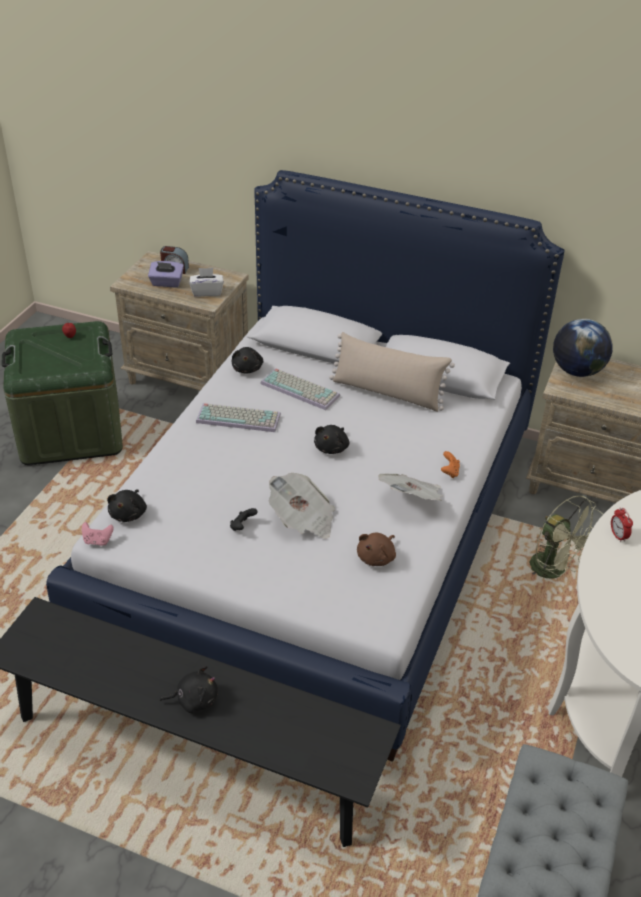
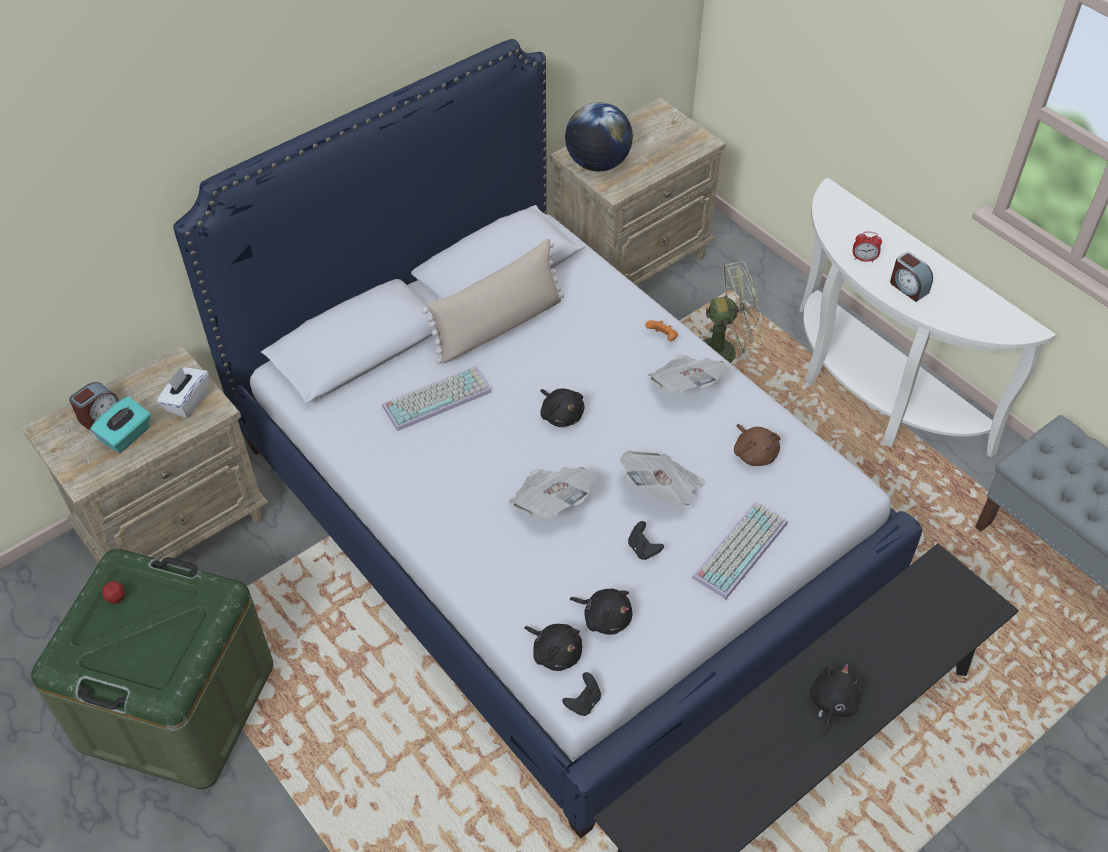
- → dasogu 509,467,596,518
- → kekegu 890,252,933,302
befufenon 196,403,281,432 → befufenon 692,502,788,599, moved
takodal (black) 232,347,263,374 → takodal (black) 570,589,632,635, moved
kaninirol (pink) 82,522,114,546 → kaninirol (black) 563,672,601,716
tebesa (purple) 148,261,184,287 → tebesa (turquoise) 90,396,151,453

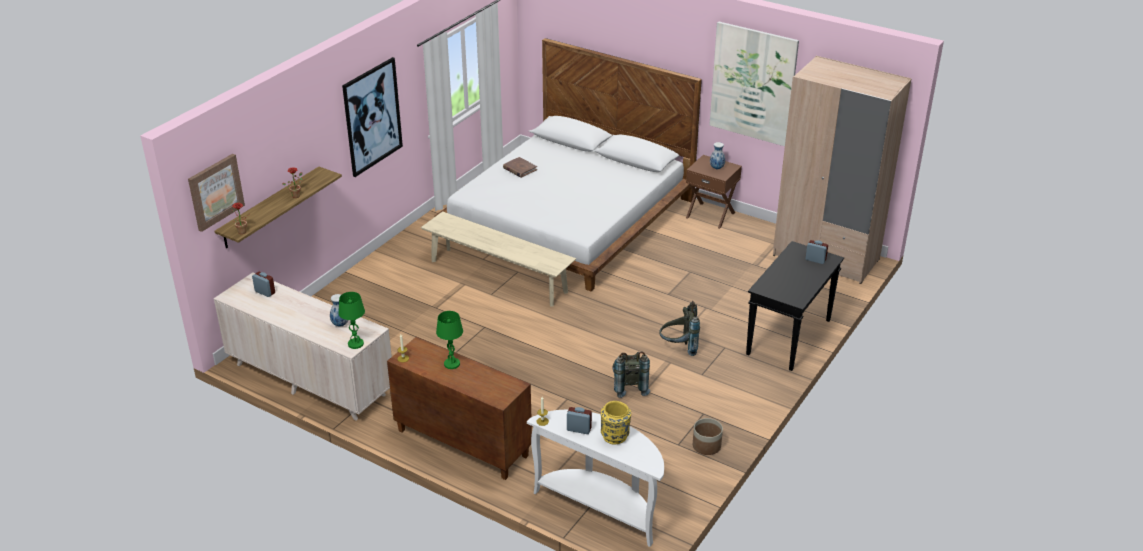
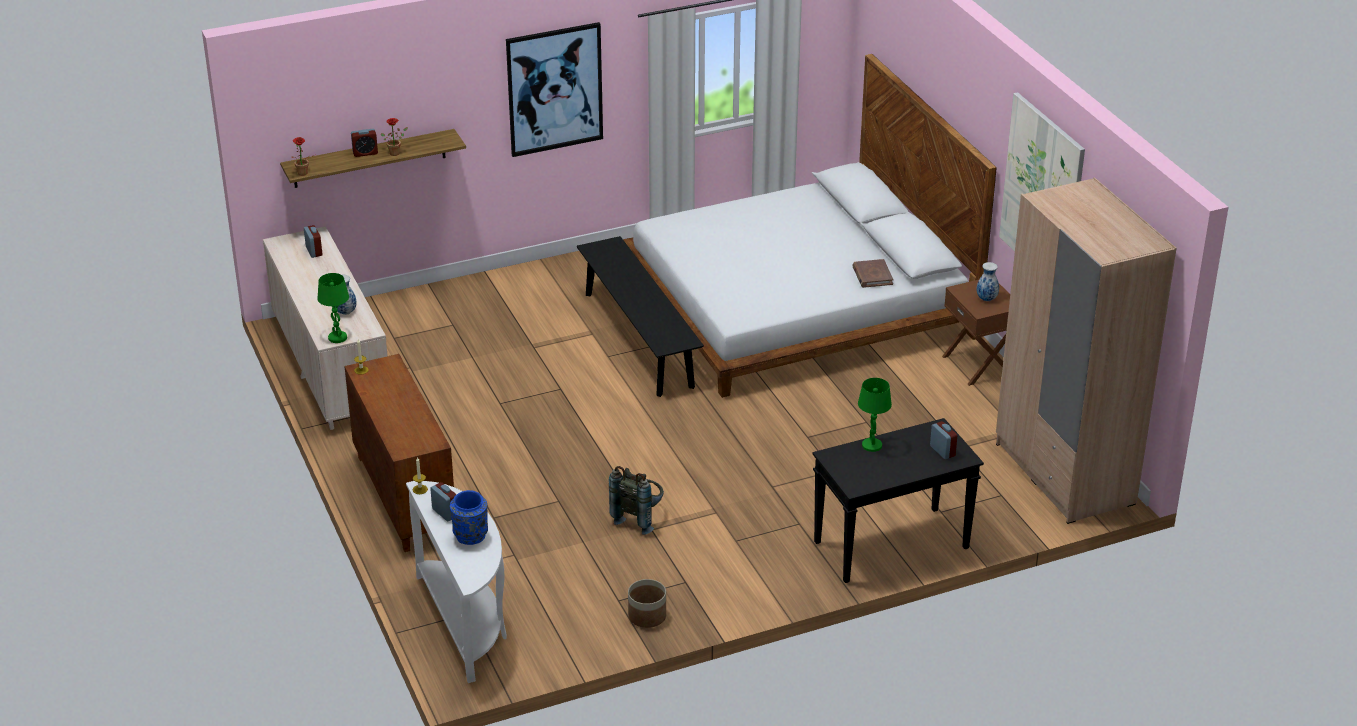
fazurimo 188,154,245,232 → -
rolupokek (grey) 659,301,700,356 → -
- → kekegu 351,129,378,157
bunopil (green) 436,311,463,369 → bunopil (green) 858,378,892,452, moved
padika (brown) 503,157,537,178 → padika (brown) 852,259,893,288, moved
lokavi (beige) 421,211,576,307 → lokavi (black) 577,236,704,397
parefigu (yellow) 601,401,631,445 → parefigu (blue) 450,490,488,545

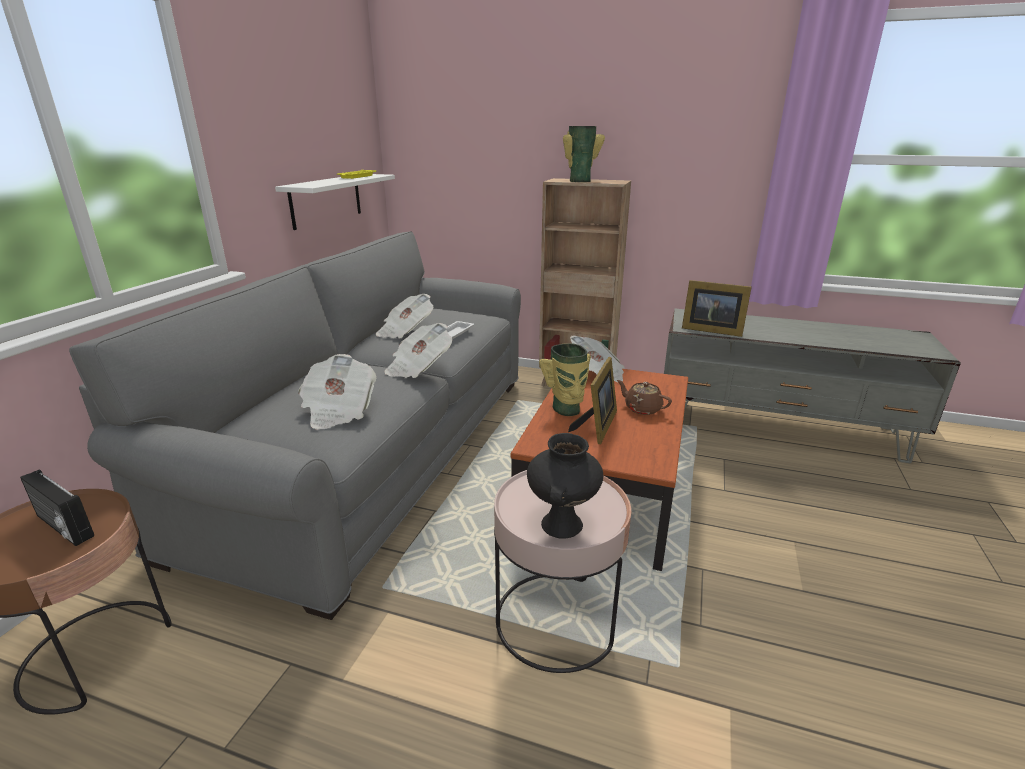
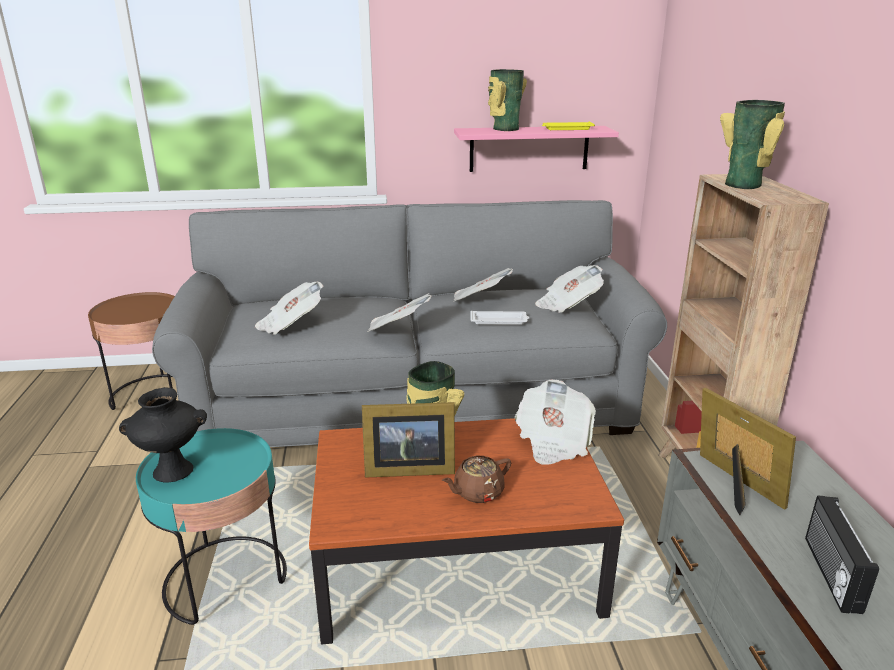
- → parefigu 488,69,527,131
- → dasogu 535,265,604,313
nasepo 20,469,94,546 → nasepo 805,495,879,614, moved
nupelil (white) 275,174,395,230 → nupelil (pink) 454,126,619,172
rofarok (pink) 494,470,631,673 → rofarok (turquoise) 136,428,287,625
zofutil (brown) 617,380,672,415 → zofutil (brown) 442,456,511,503, 135 degrees counterclockwise
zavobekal 682,280,752,337 → zavobekal 700,388,796,515, 150 degrees clockwise

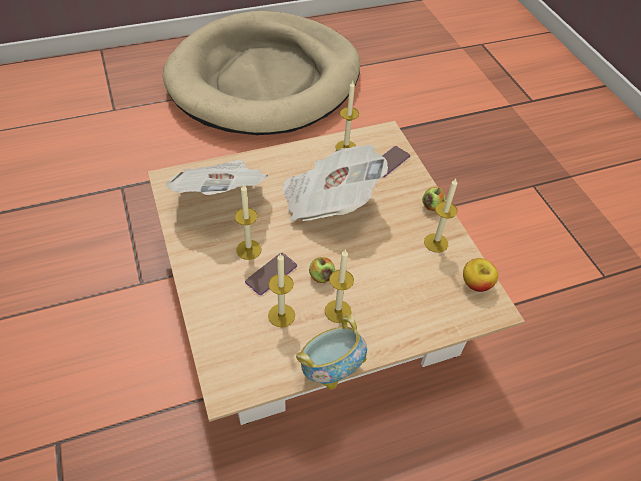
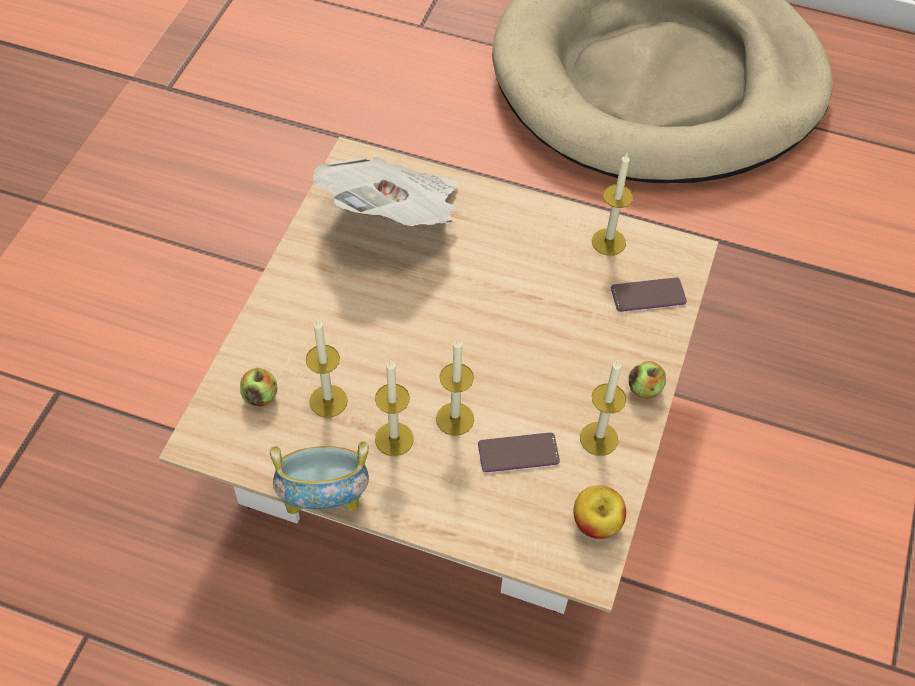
dasogu 283,145,388,221 → -
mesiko 235,184,261,260 → mesiko 436,339,474,436, moved
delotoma 245,253,297,295 → delotoma 478,433,560,472, moved
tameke 309,257,335,283 → tameke 240,368,277,407, moved

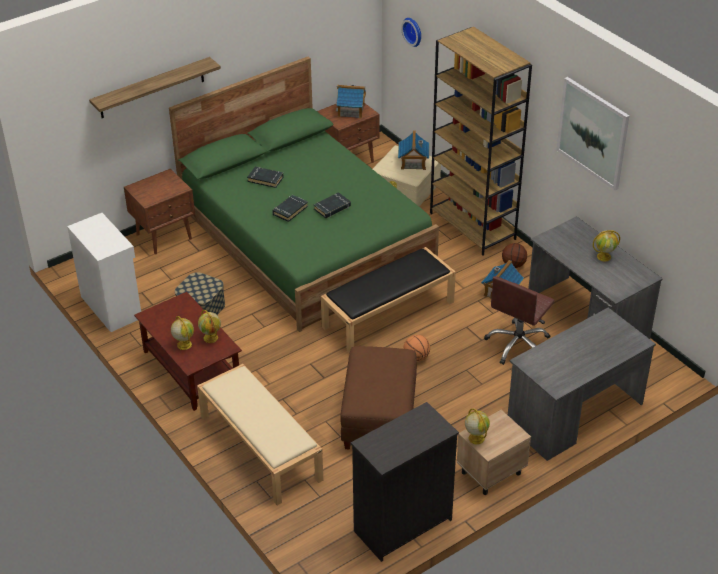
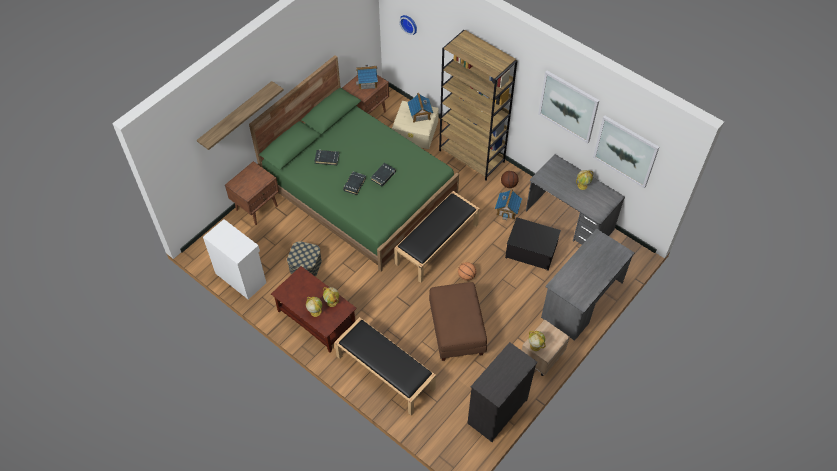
- → fazurimo 593,116,659,188
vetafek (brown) 484,276,555,365 → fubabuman 505,218,561,271
lokavi (beige) 197,364,323,505 → lokavi (black) 334,317,436,416

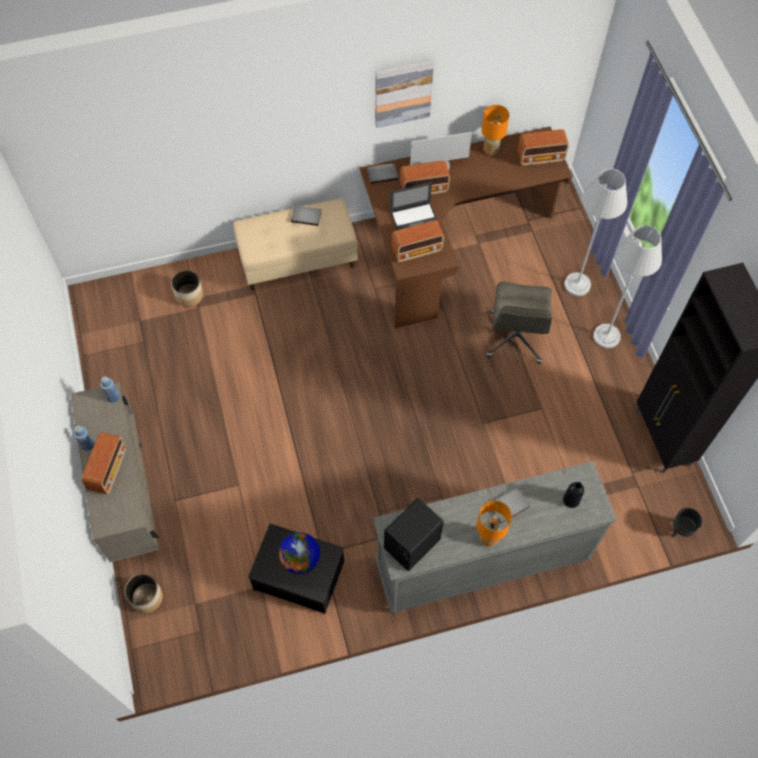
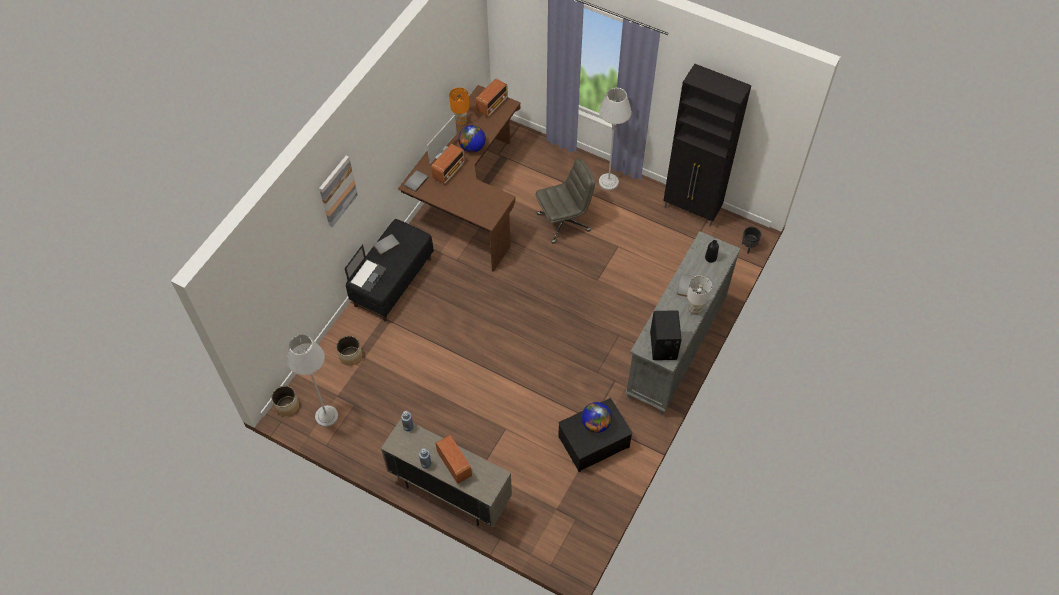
nasepo 392,220,444,262 → -
- → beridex 458,125,486,153
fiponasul 125,574,163,613 → fiponasul 271,386,299,416, moved
fazurimo 375,60,434,128 → fazurimo 319,155,358,227, moved
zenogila 390,182,437,230 → zenogila 344,244,387,293, moved
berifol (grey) 564,168,627,296 → berifol (grey) 287,335,338,427, moved
lokavi (beige) 233,198,358,291 → lokavi (black) 346,219,434,321
bunopil (orange) 477,500,512,547 → bunopil (white) 687,276,712,315
vetafek (grey) 486,282,552,364 → vetafek (grey) 536,158,595,244, 75 degrees counterclockwise

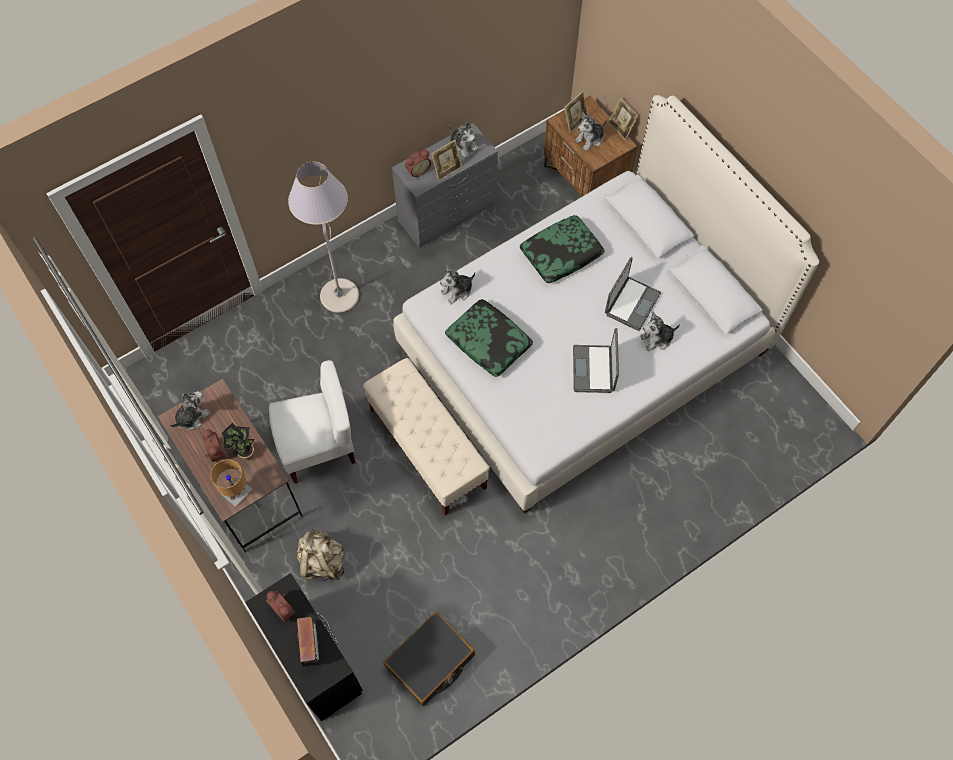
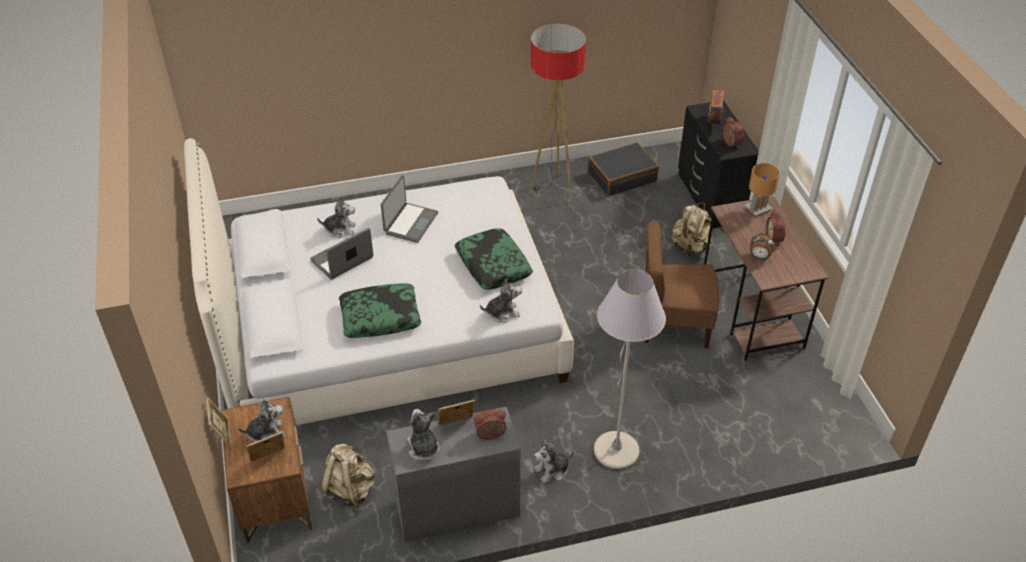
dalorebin 221,422,255,461 → -
lokavi (beige) 363,358,490,515 → -
- → rolupokek (beige) 321,444,375,508
- → berifol 529,24,586,202
- → kekegu 750,233,775,260
takodal 170,391,210,430 → takodal 534,438,574,483, moved
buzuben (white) 269,360,356,484 → buzuben (brown) 645,222,719,349

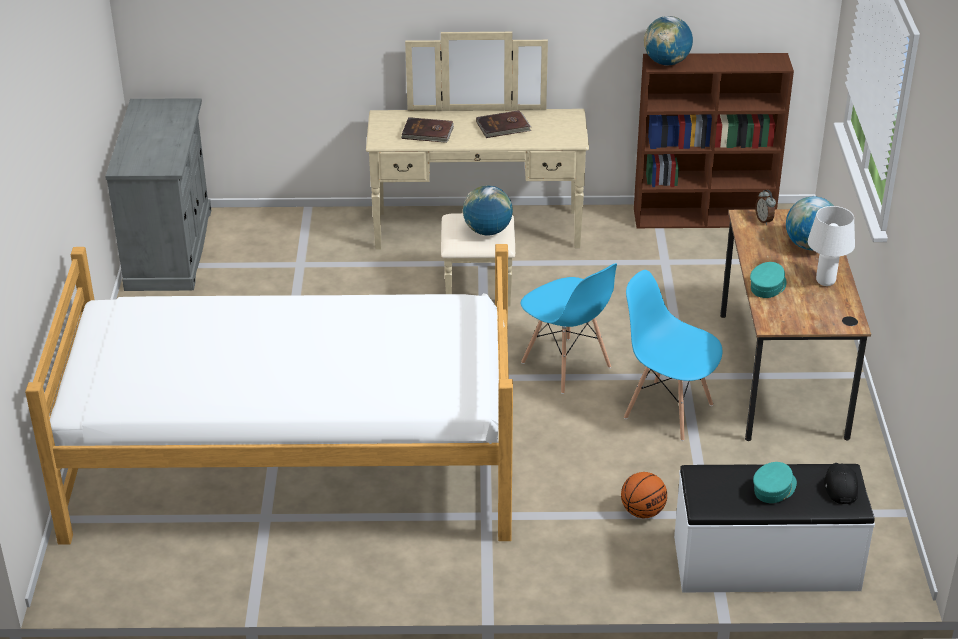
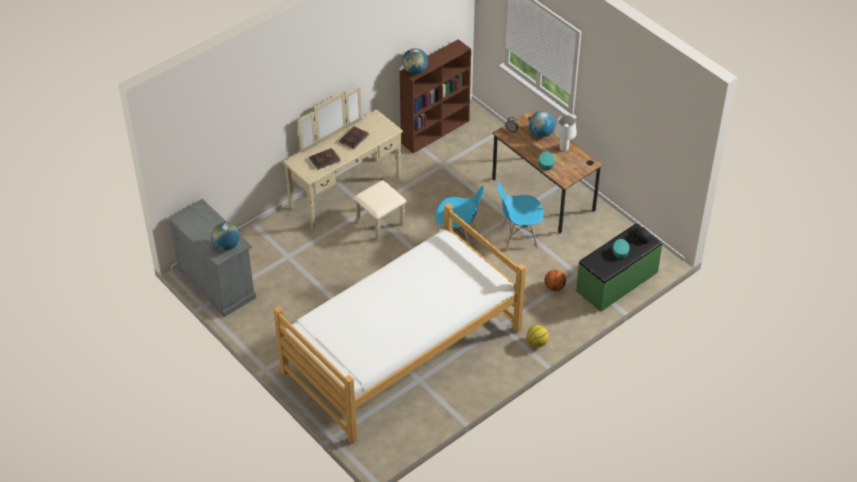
- → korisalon 526,325,549,347
beridex 463,185,513,236 → beridex 211,222,240,251, moved
lokavi (white) 674,464,875,593 → lokavi (green) 576,223,663,311

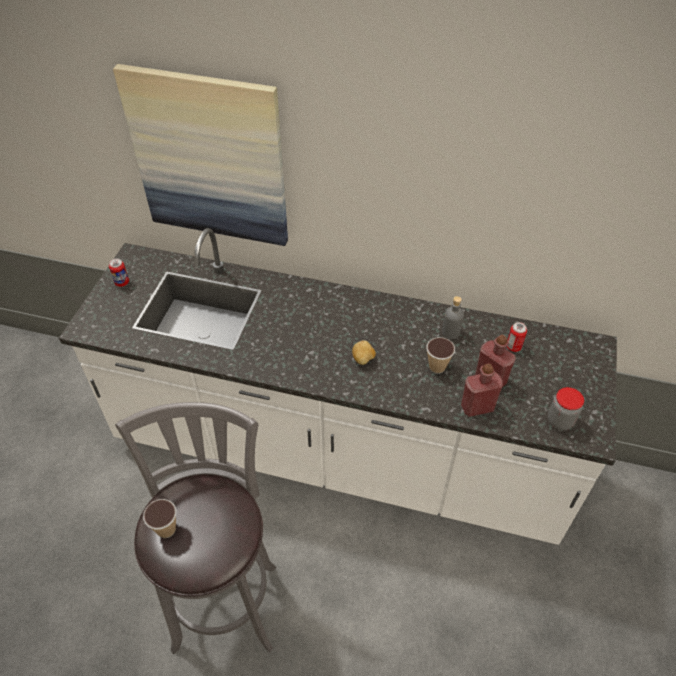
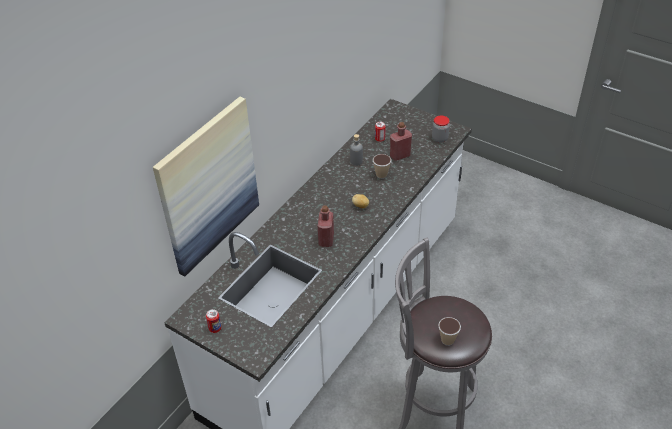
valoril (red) 461,364,503,417 → valoril (red) 318,206,334,247, moved

